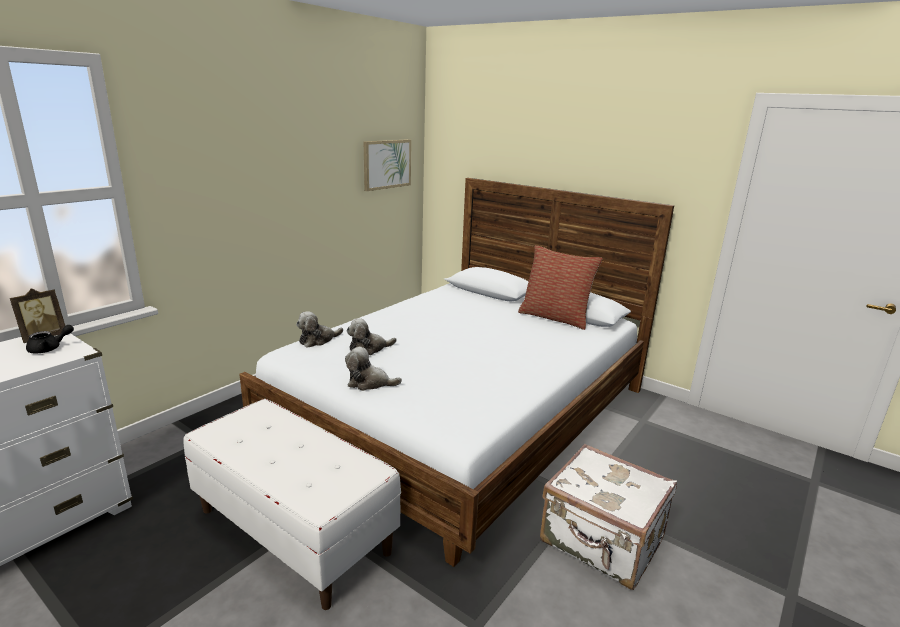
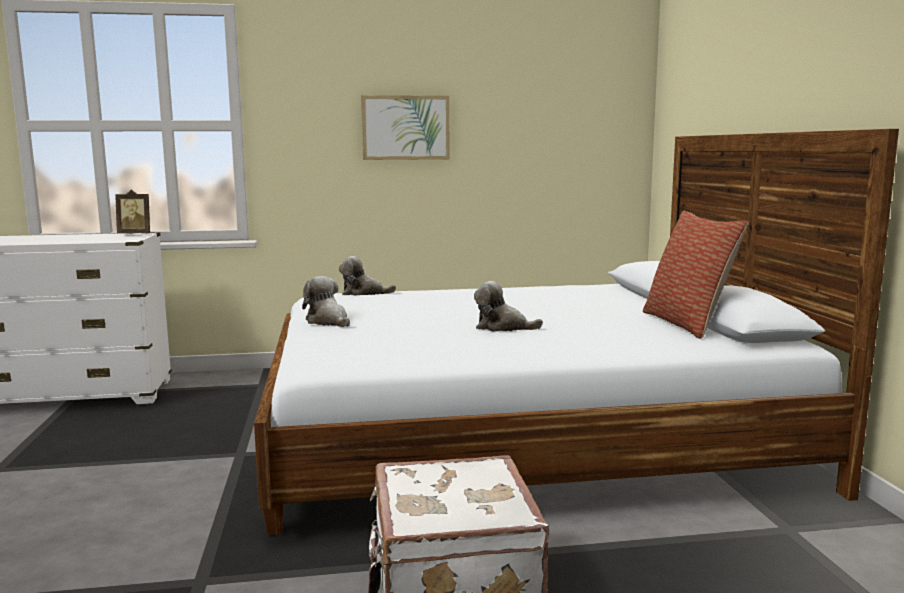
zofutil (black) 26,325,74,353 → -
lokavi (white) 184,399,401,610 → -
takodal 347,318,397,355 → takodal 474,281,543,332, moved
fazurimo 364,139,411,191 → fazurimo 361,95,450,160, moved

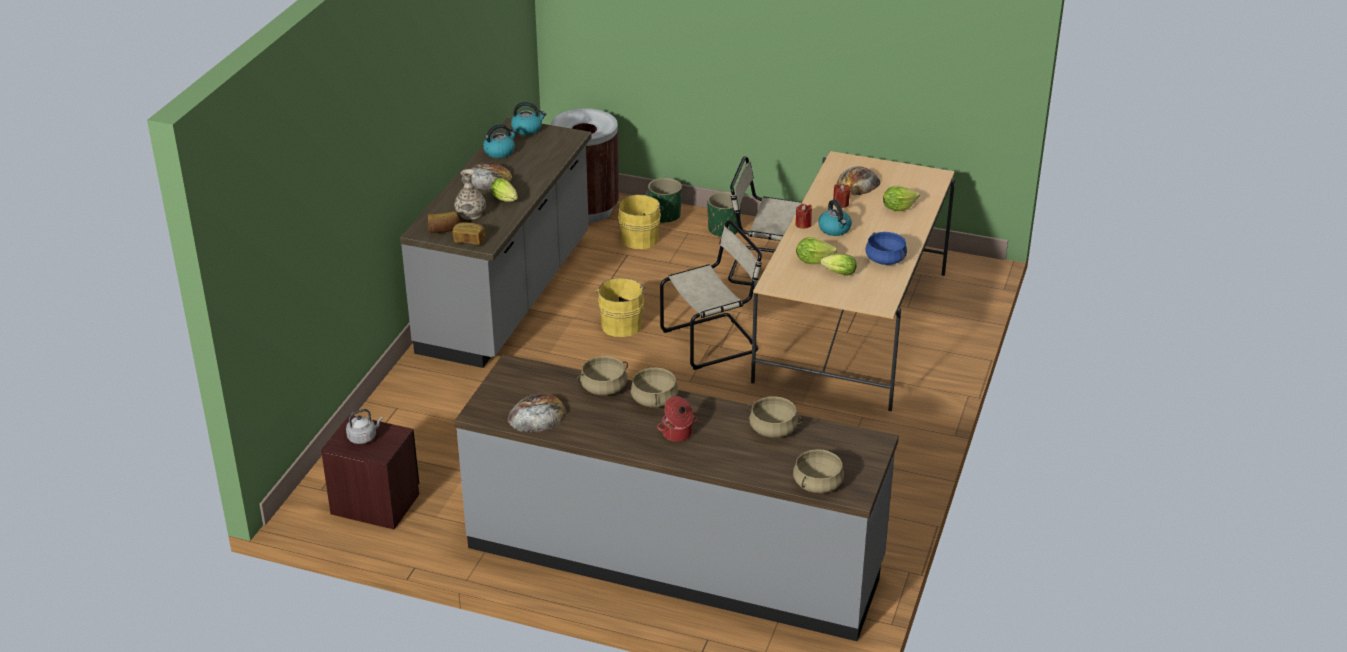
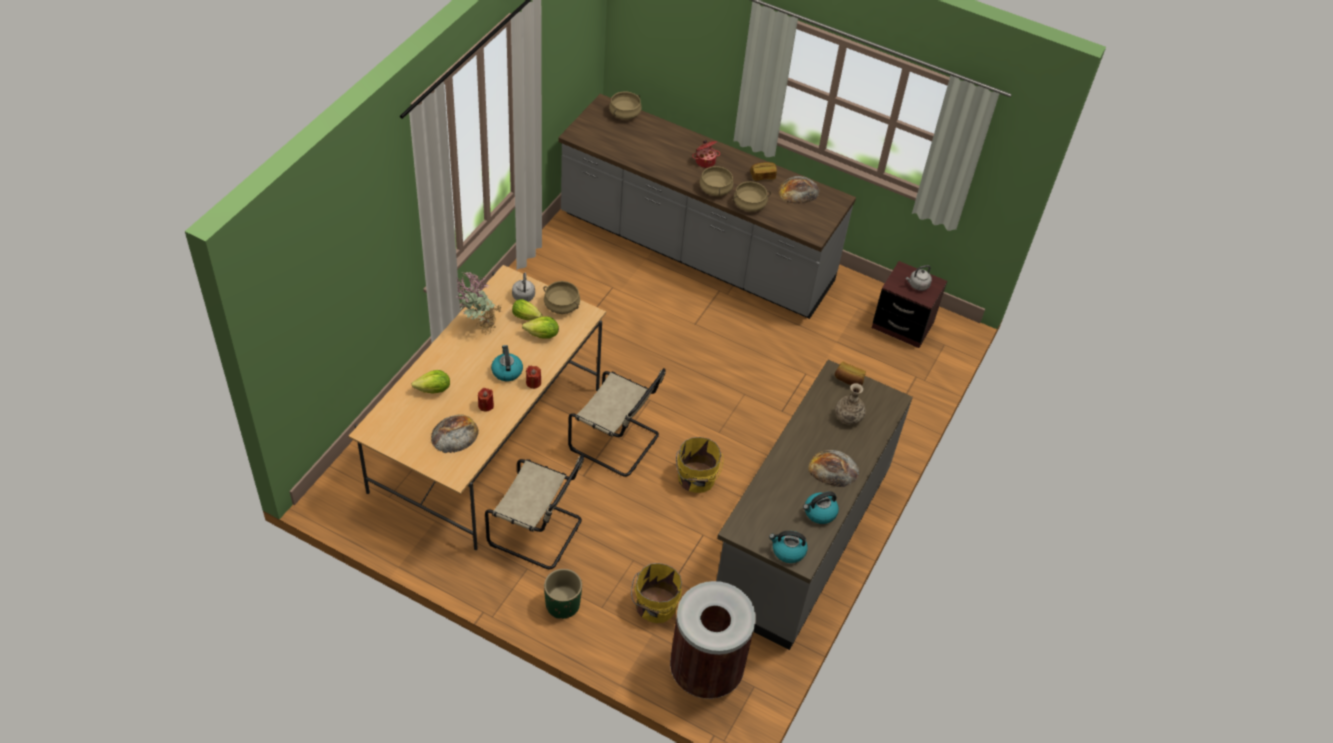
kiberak 491,178,518,202 → -
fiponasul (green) 648,178,682,224 → -
- → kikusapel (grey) 512,273,535,302
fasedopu 428,211,460,233 → fasedopu 750,162,777,181, moved
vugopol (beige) 748,396,802,438 → vugopol (beige) 543,281,580,314, moved
vugopol (blue) 865,232,907,265 → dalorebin 455,272,501,334
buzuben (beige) 660,220,762,370 → buzuben (beige) 568,368,666,477, 135 degrees counterclockwise

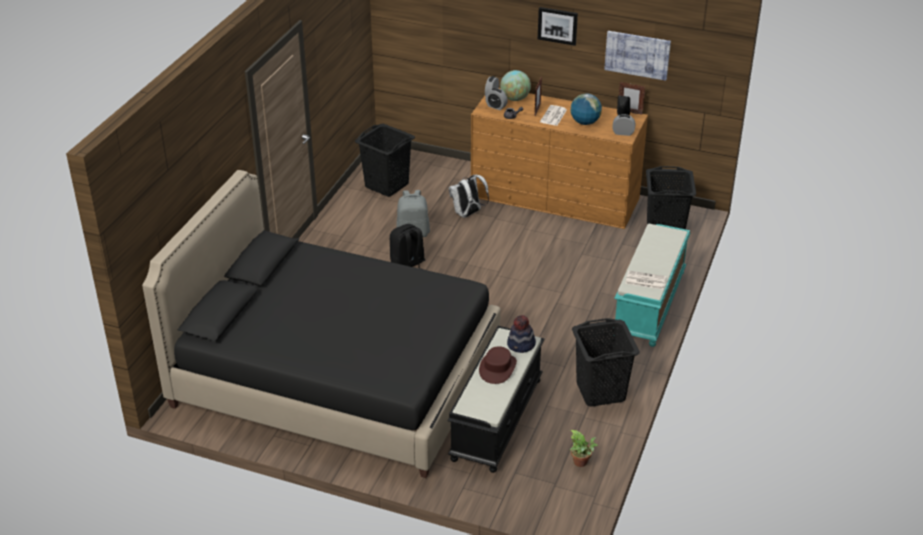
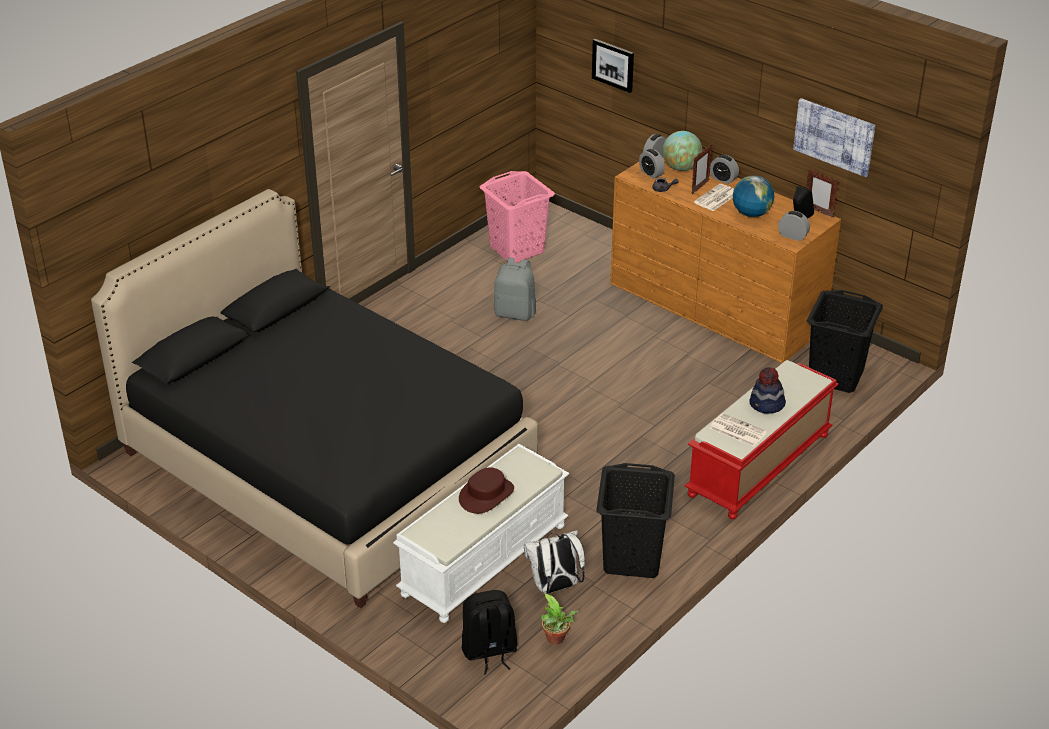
- → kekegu 710,155,739,184
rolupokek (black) 390,224,425,270 → rolupokek (black) 462,590,517,674, moved
rolupokek (white) 449,175,489,218 → rolupokek (white) 524,530,585,594, moved
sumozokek 507,315,536,353 → sumozokek 749,367,786,414, moved
fazurimo 538,7,578,46 → fazurimo 592,39,634,93, moved
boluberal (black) 355,124,415,197 → boluberal (pink) 480,171,555,263
lokavi (black) 447,326,544,473 → lokavi (white) 393,444,569,623
lokavi (turquoise) 611,224,690,347 → lokavi (red) 685,360,838,519

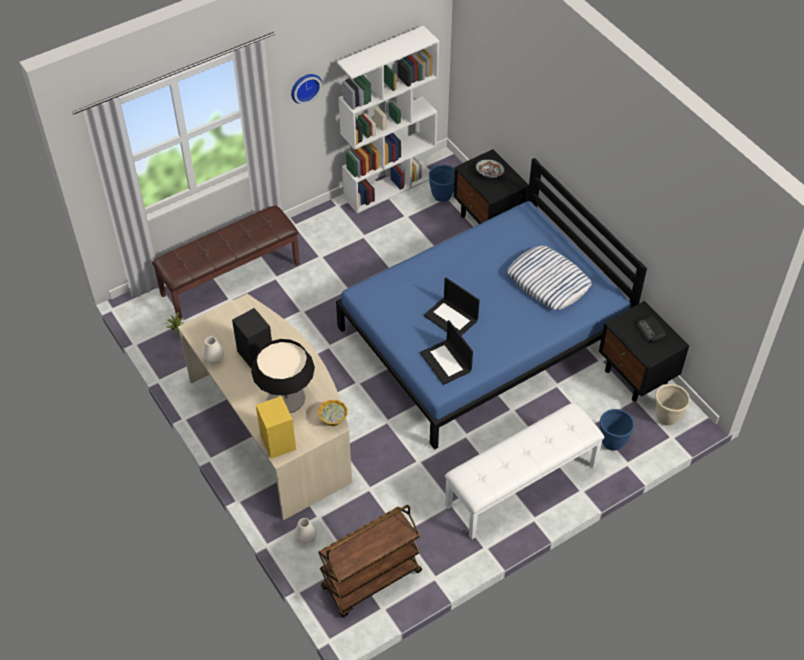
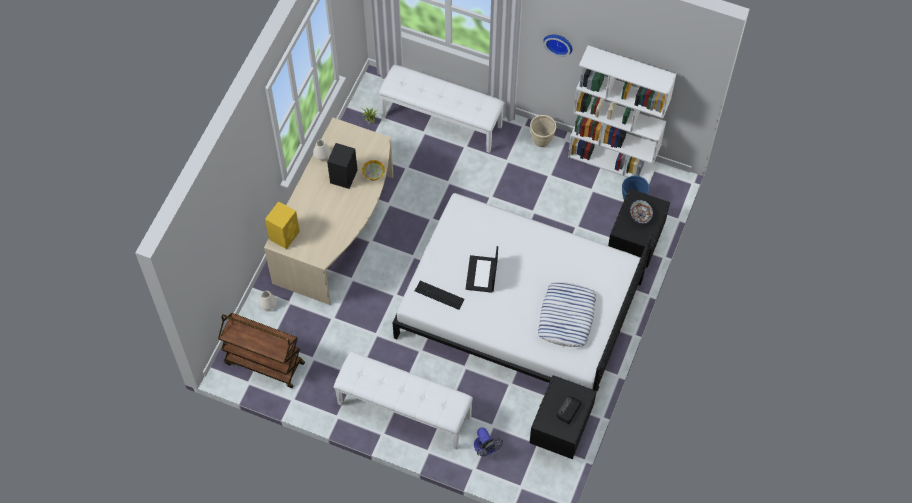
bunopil 251,339,315,413 → -
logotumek 318,400,348,426 → logotumek 362,160,385,181, moved
fiponasul (beige) 655,384,690,425 → fiponasul (beige) 530,115,556,147, moved
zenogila 420,320,473,385 → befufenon 415,281,465,310
fiponasul (blue) 600,409,634,451 → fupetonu 474,427,503,456
lokavi (brown) 152,206,300,321 → lokavi (white) 379,65,505,153
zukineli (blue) 336,158,647,450 → zukineli (white) 392,193,654,406

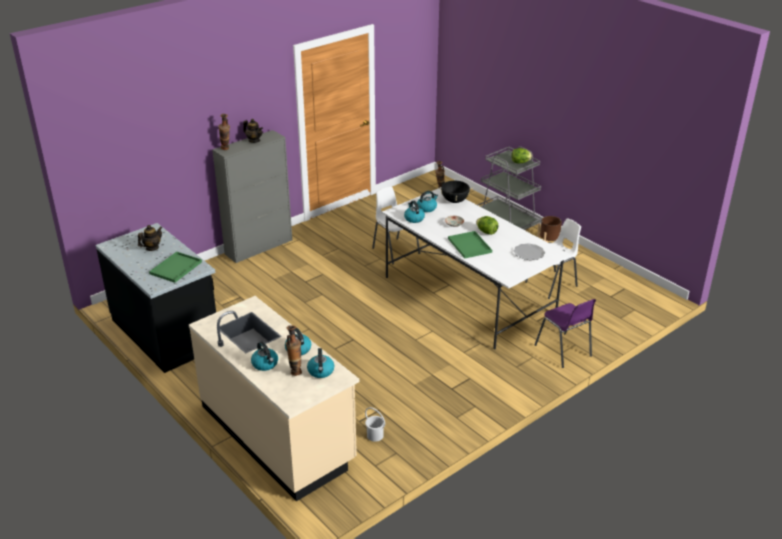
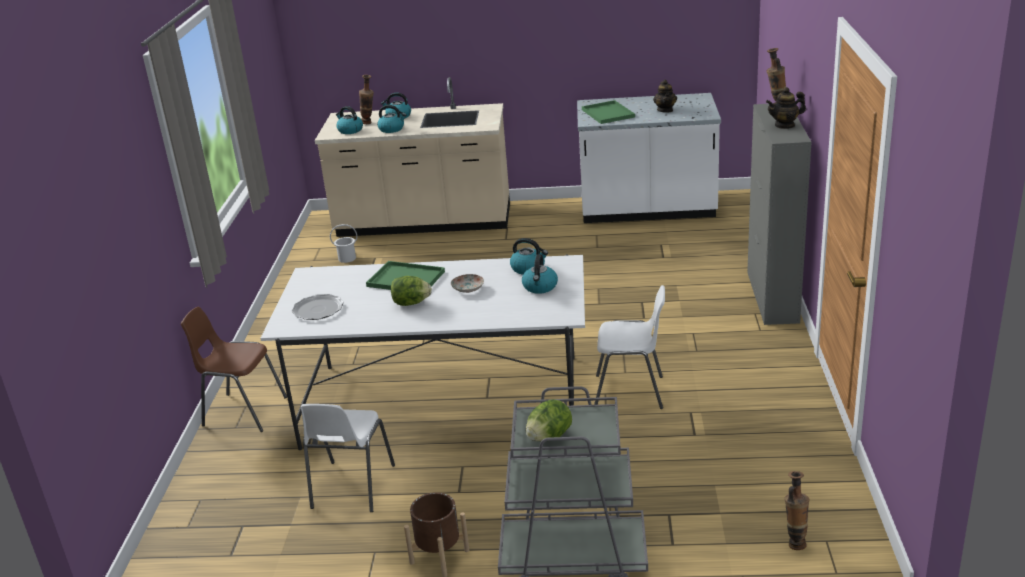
vugopol (black) 438,179,473,203 → -
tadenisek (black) 96,223,216,373 → tadenisek (white) 577,93,721,223
buzuben (purple) 535,299,596,368 → buzuben (brown) 181,307,287,432

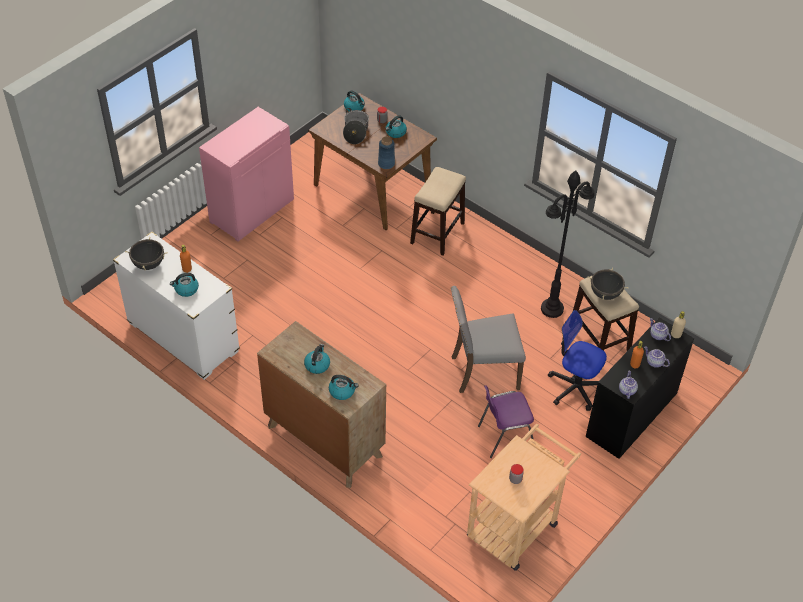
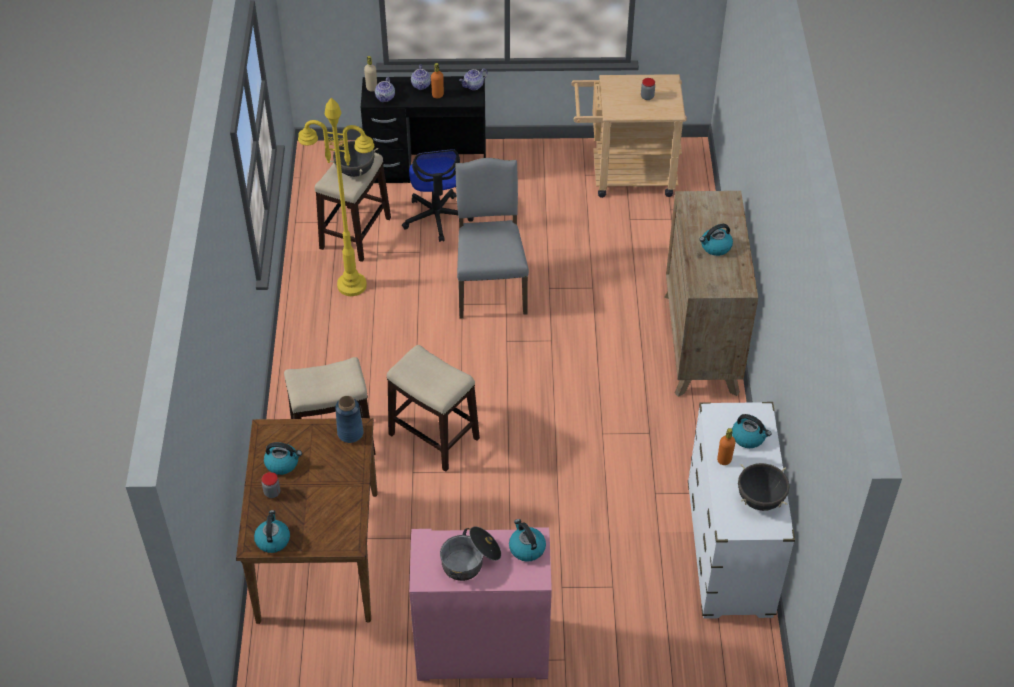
buzuben (purple) 478,386,534,458 → -
- → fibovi 387,345,480,472
kikusapel 329,375,359,400 → kikusapel 509,519,546,562, moved
vugopol 343,108,369,144 → vugopol 440,527,501,581, moved
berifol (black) 541,171,595,318 → berifol (yellow) 298,98,374,296
buzuben (grey) 451,286,526,393 → buzuben (grey) 455,158,529,319, 135 degrees counterclockwise

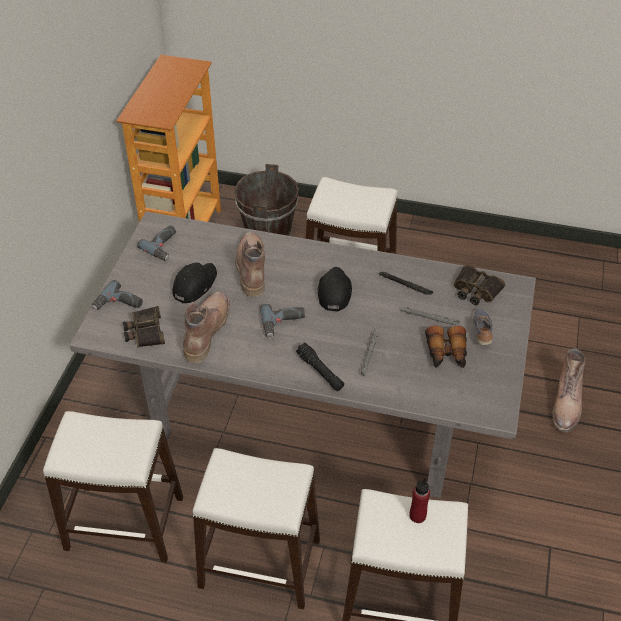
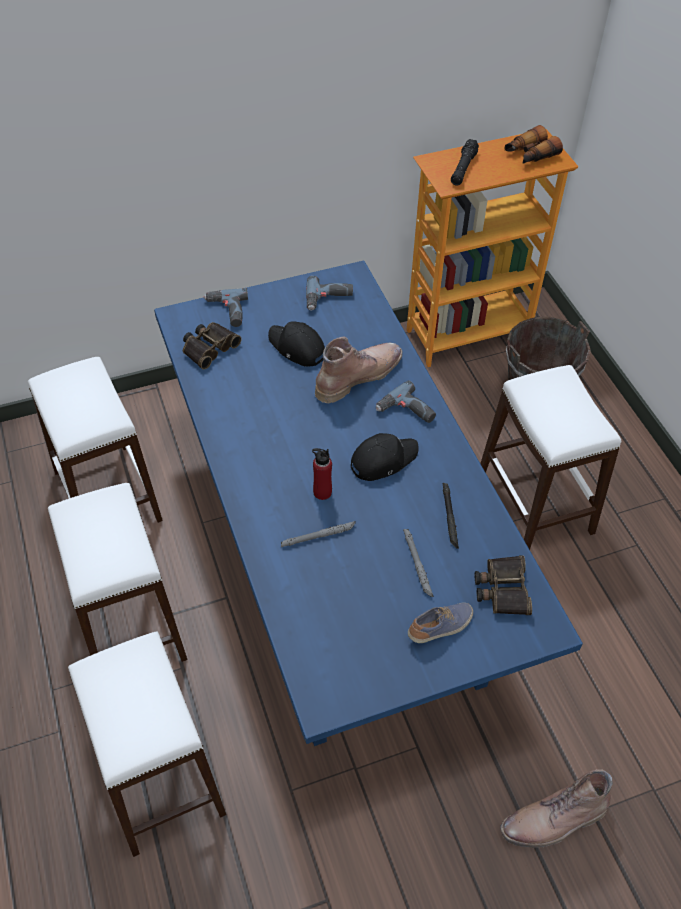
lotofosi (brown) 183,291,230,363 → -
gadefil 260,304,305,338 → gadefil 376,380,436,423, moved
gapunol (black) 296,343,344,391 → gapunol (black) 451,139,479,185, moved
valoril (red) 410,477,430,523 → valoril (red) 312,448,332,500, moved
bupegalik 425,326,467,368 → bupegalik 504,125,563,164, moved
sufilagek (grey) 70,212,536,498 → sufilagek (blue) 154,261,583,746
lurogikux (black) 173,262,217,303 → lurogikux (black) 268,322,325,367, 135 degrees counterclockwise

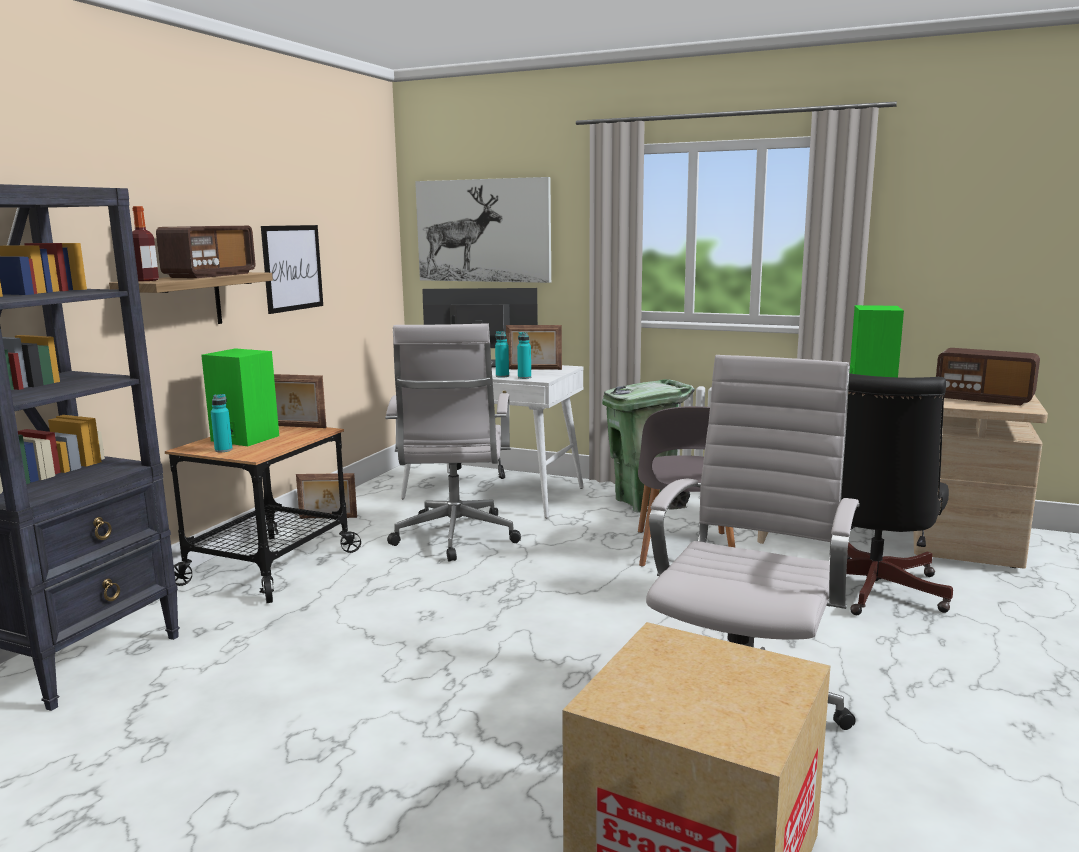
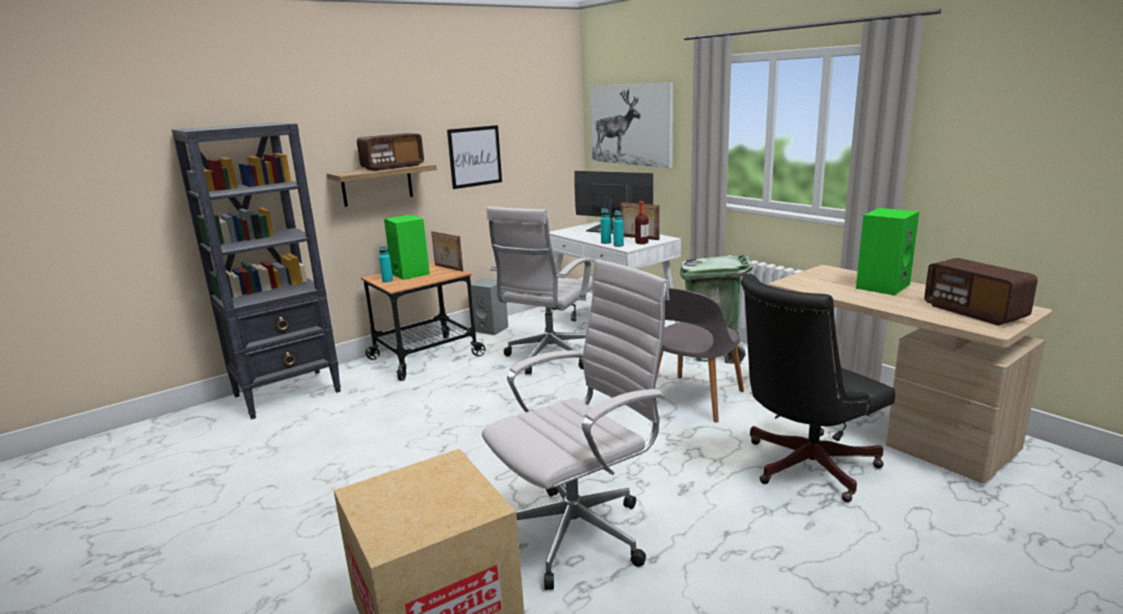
valoril 132,206,159,281 → valoril 635,201,649,244, moved
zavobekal 296,473,357,518 → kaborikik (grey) 471,278,508,335

